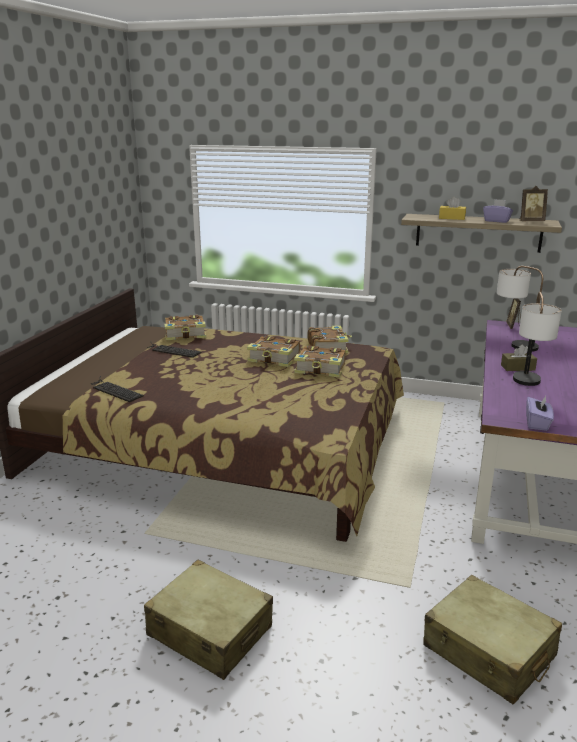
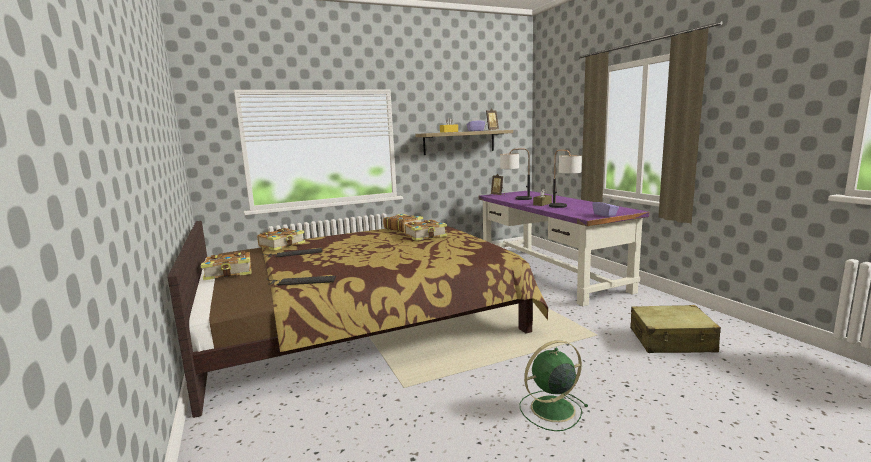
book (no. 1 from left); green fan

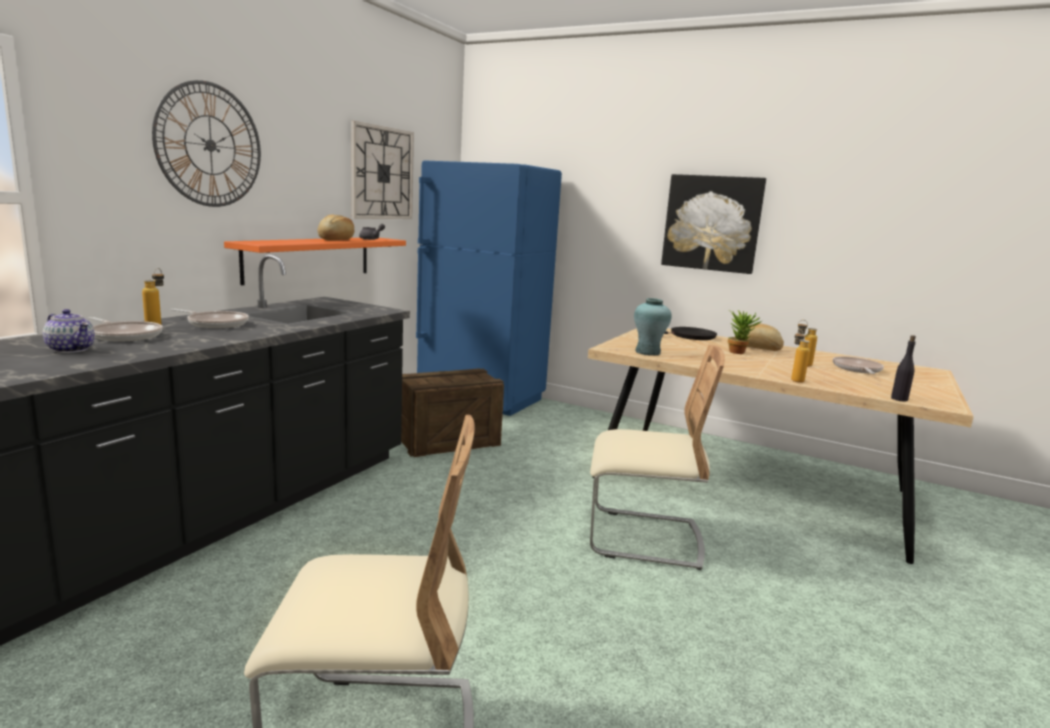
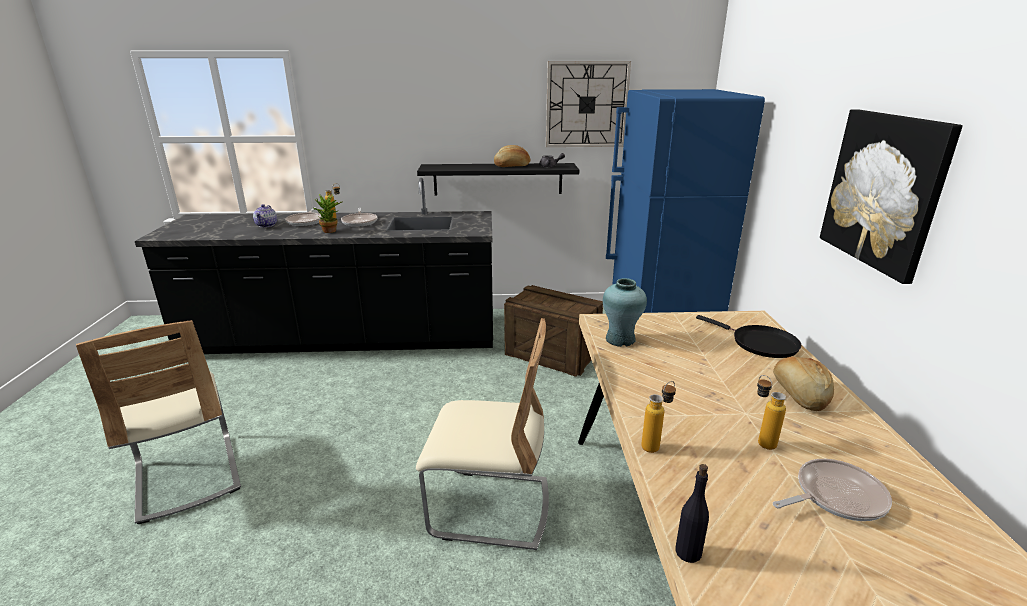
potted plant; beige chair (no. 2 from left); black shelf; wall clock (no. 1 from left in the first image)

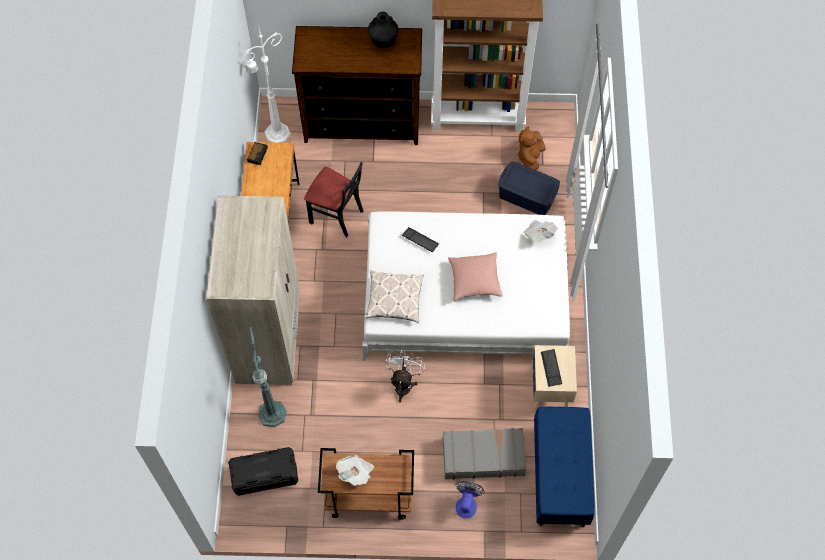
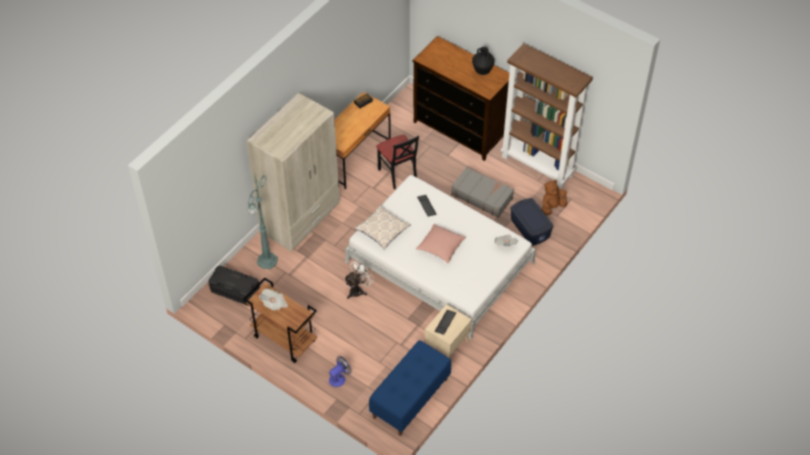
grey suitcase; white floor lamp

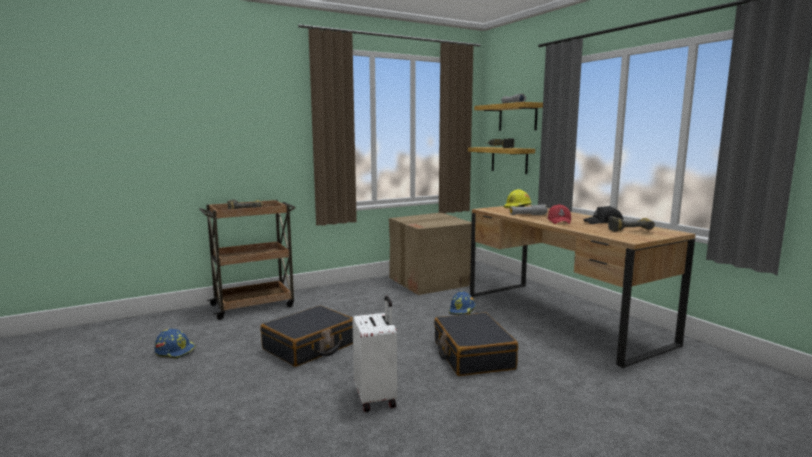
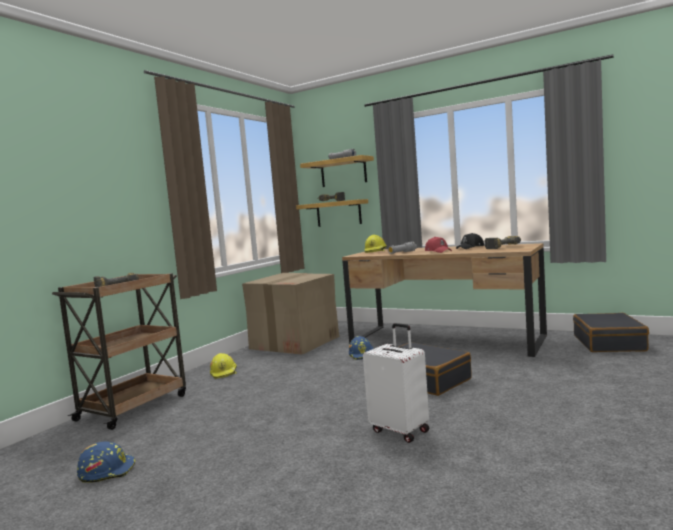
yellow hard hat (no. 1 from left); black suitcase (no. 2 from left)

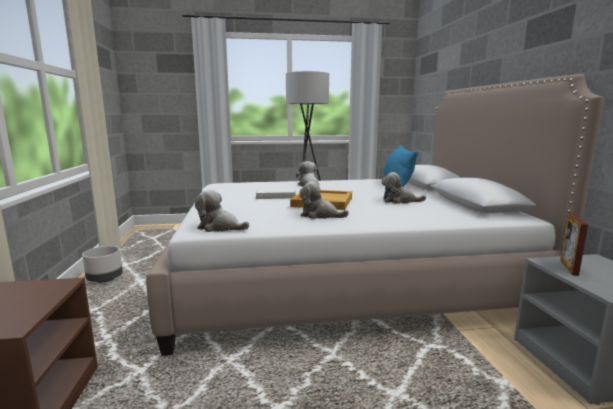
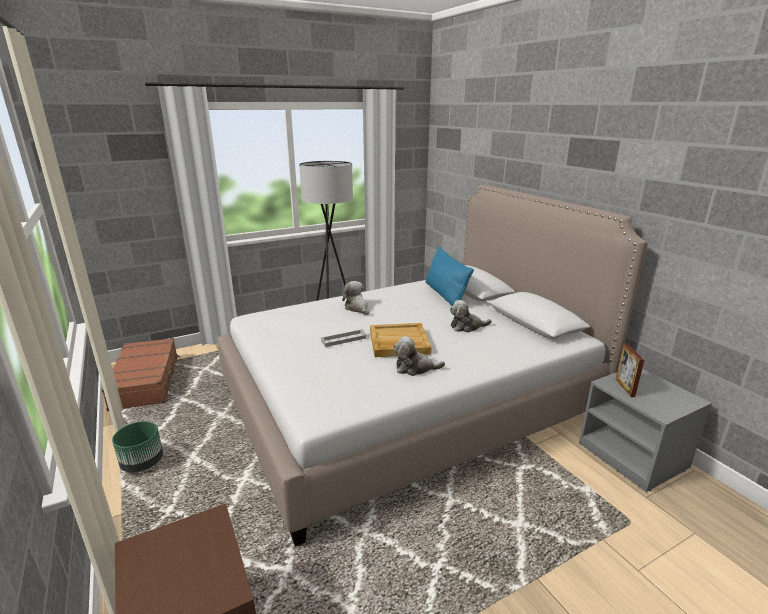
brown suitcase; green planter; plush toy (no. 1 from left in the first image)

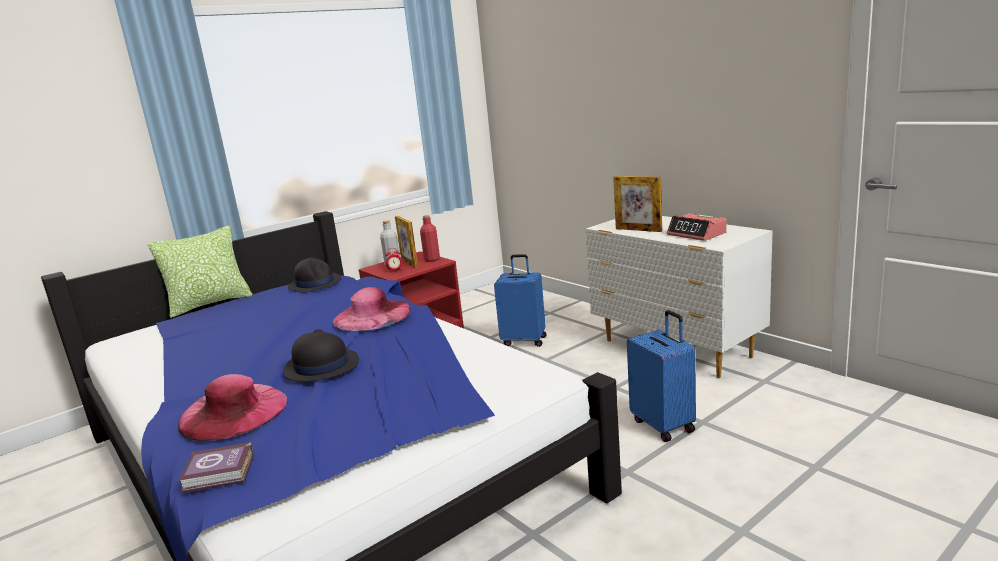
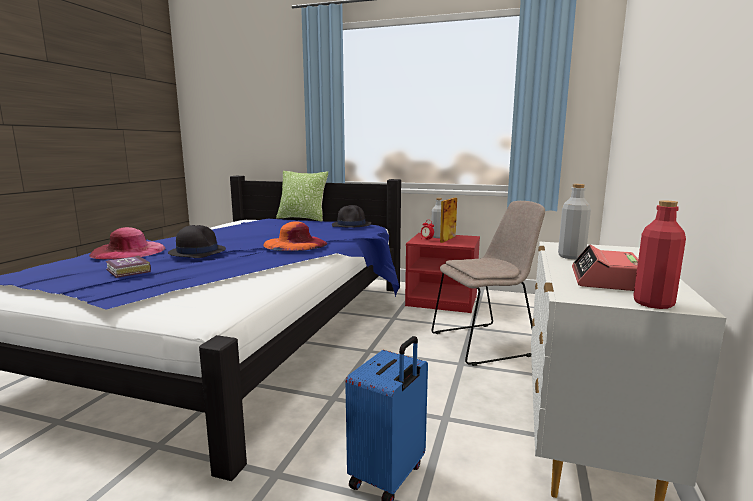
book; orange hat; beige chair; grey bottle (no. 2 from left); red bottle

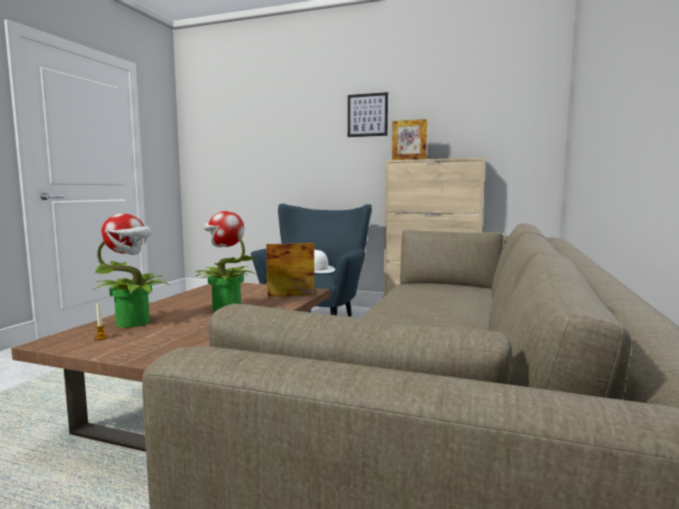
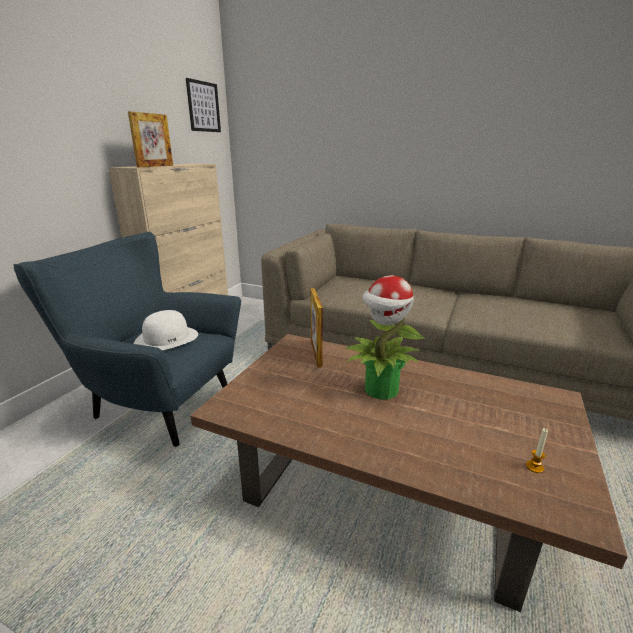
picture; potted plant (no. 1 from left in the first image)

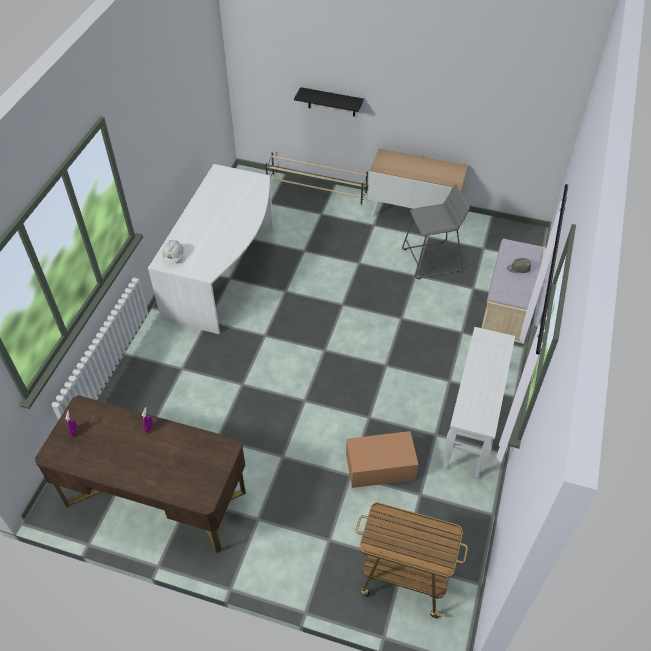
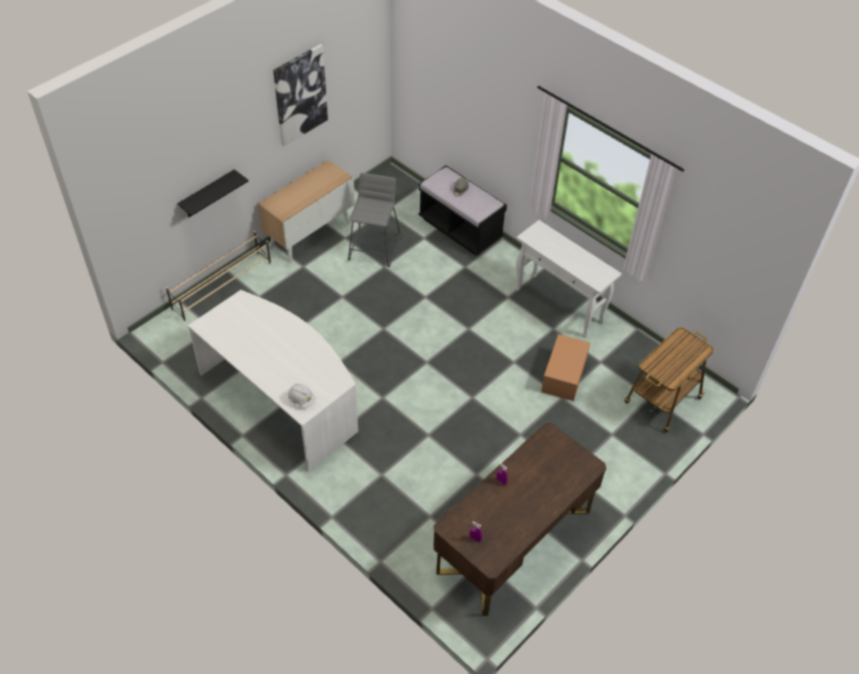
picture; black bench

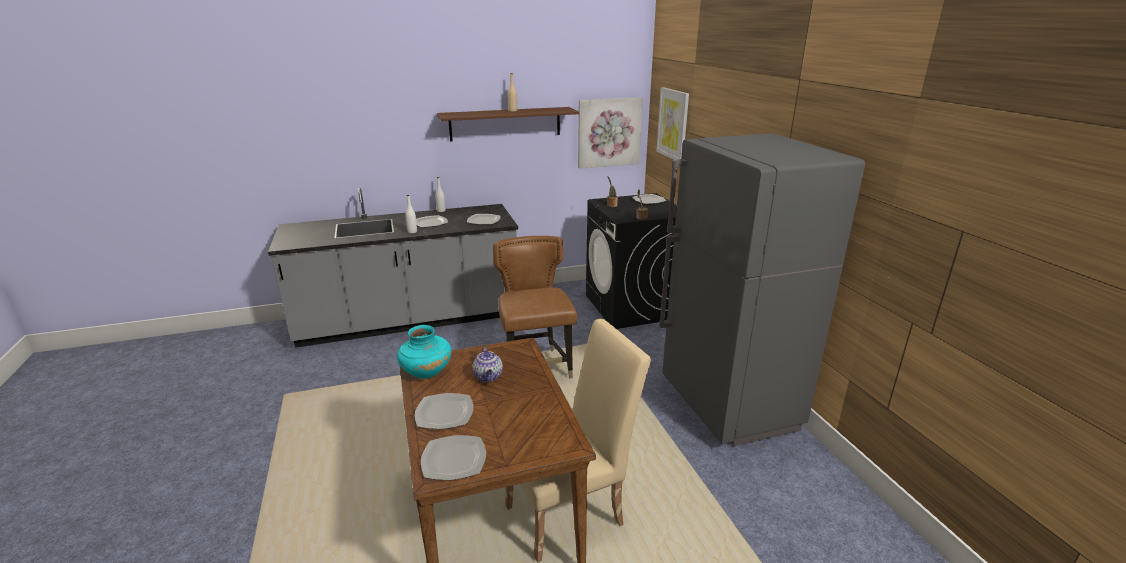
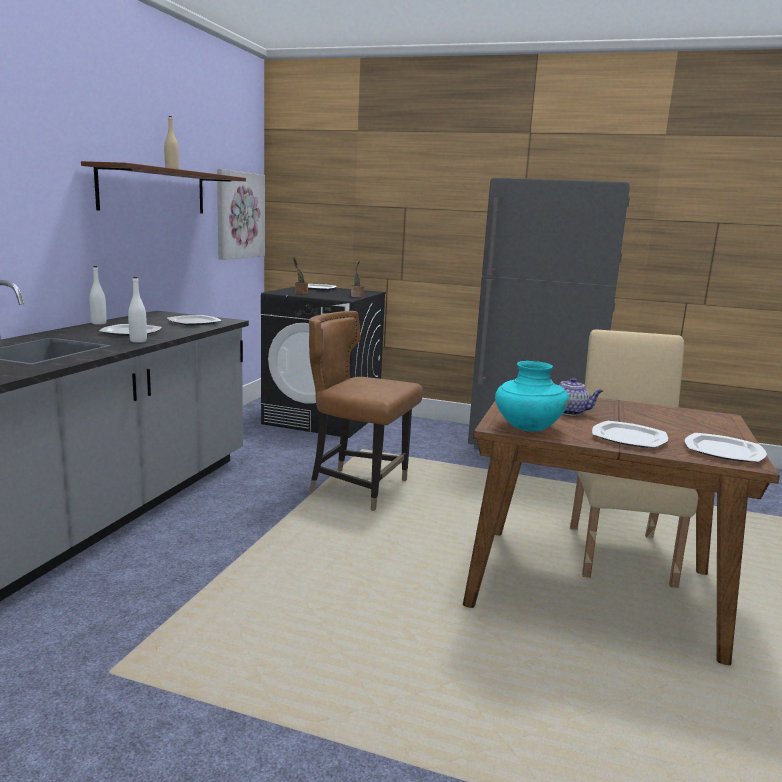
picture (no. 2 from left in the first image)

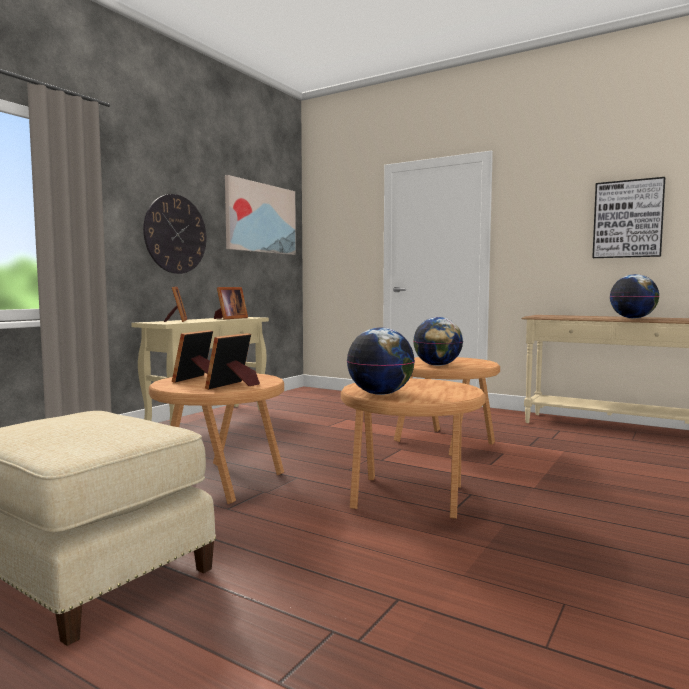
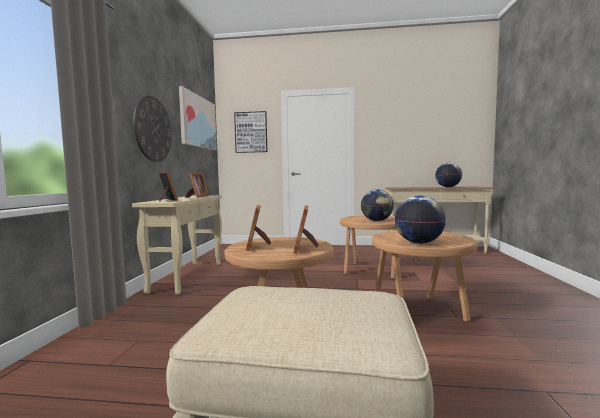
picture (no. 2 from left)

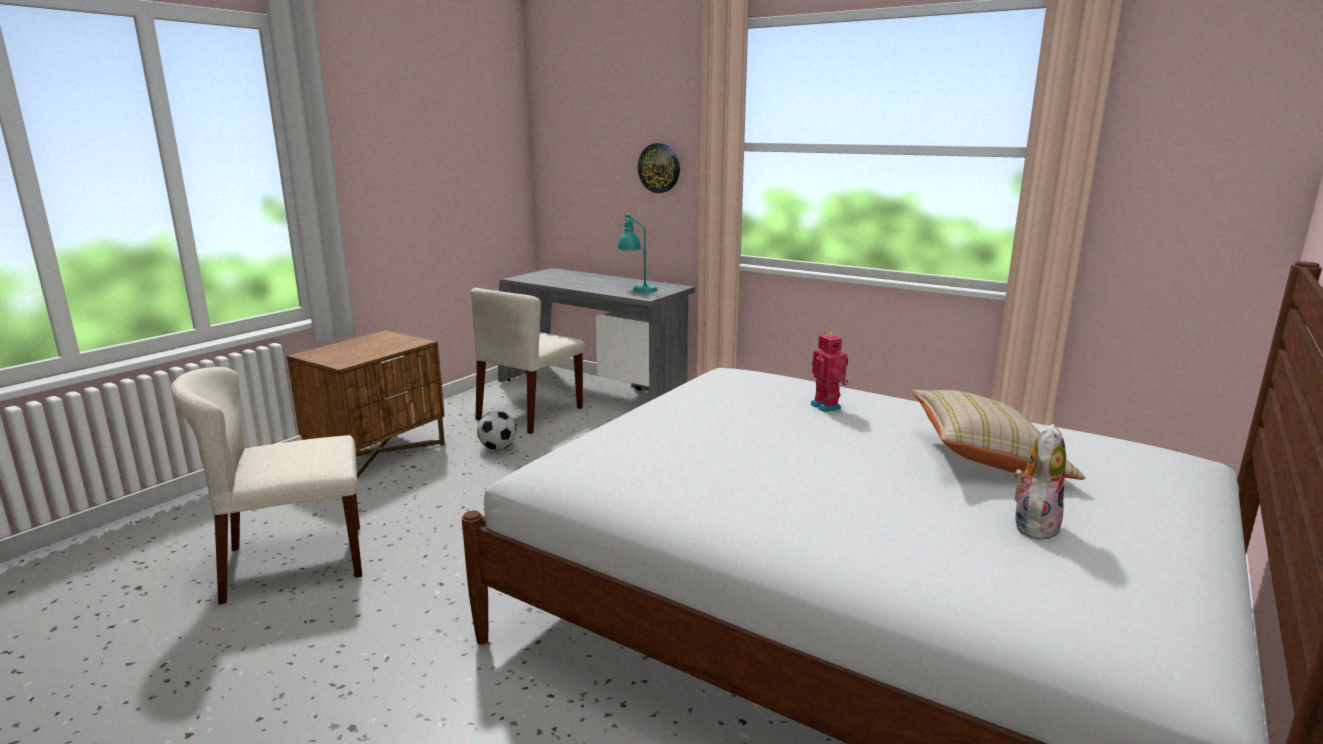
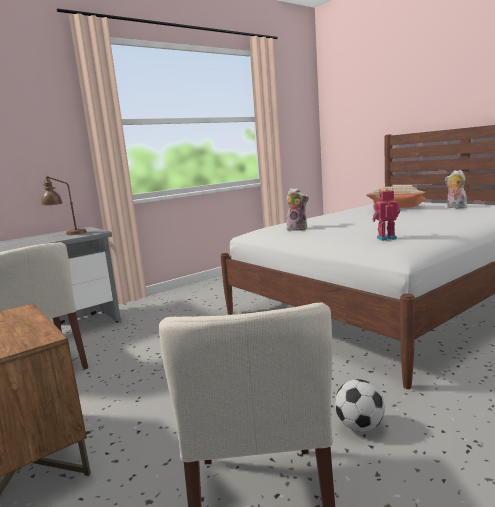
brown table lamp; plush toy (no. 1 from left); football; toy robot; wall clock

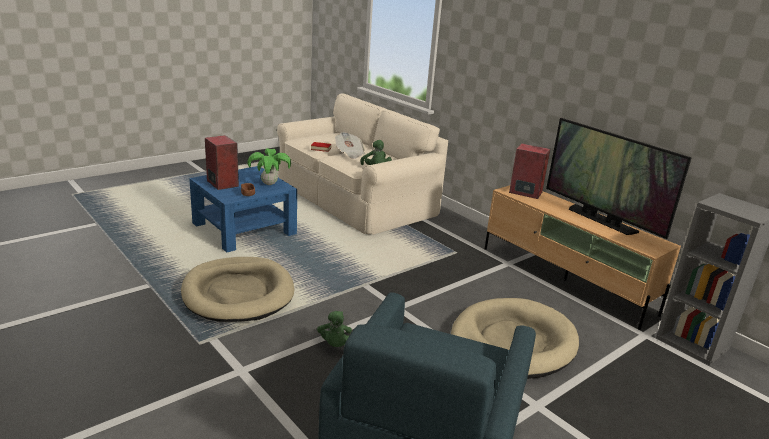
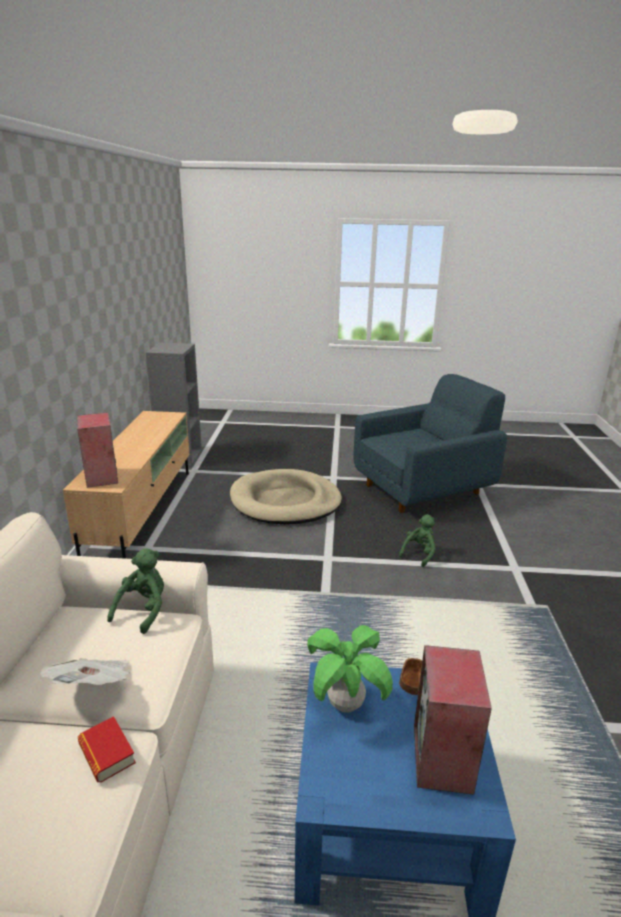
beige dog bed (no. 1 from left in the first image); television

